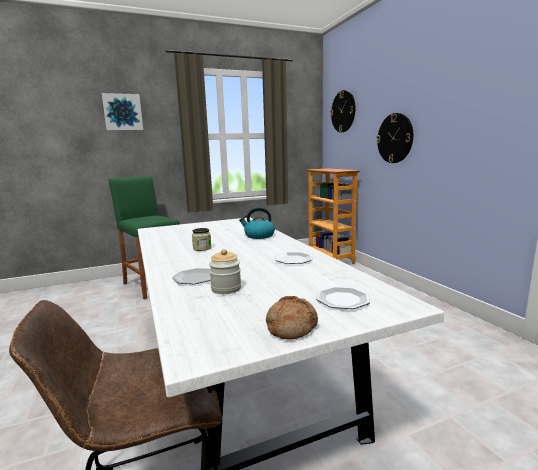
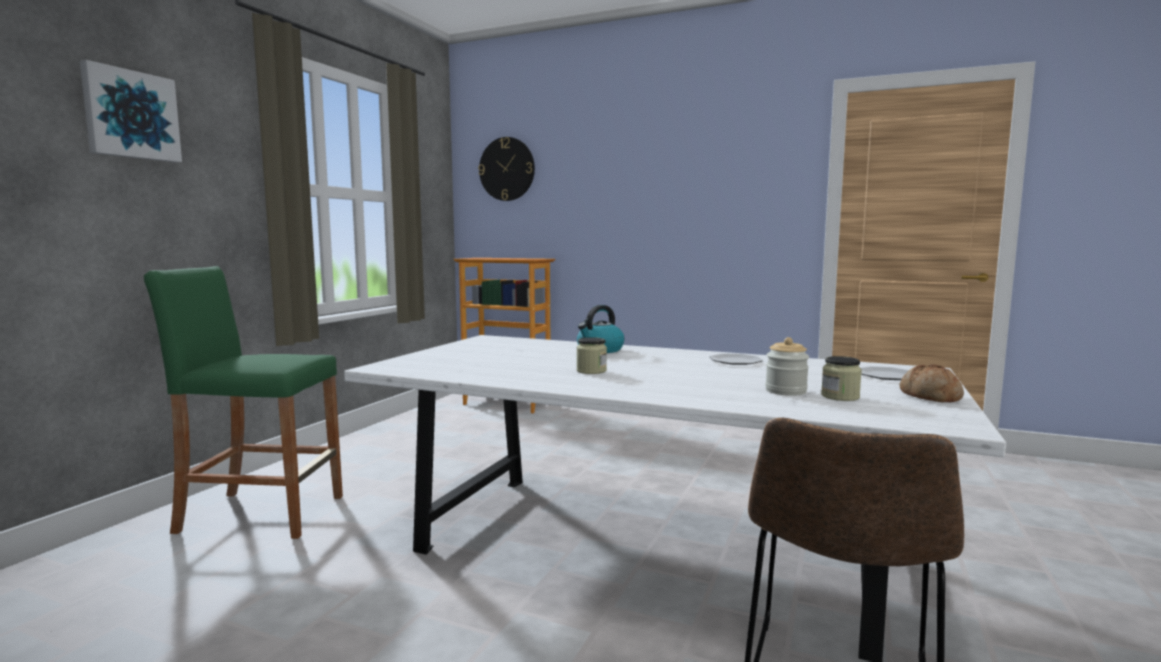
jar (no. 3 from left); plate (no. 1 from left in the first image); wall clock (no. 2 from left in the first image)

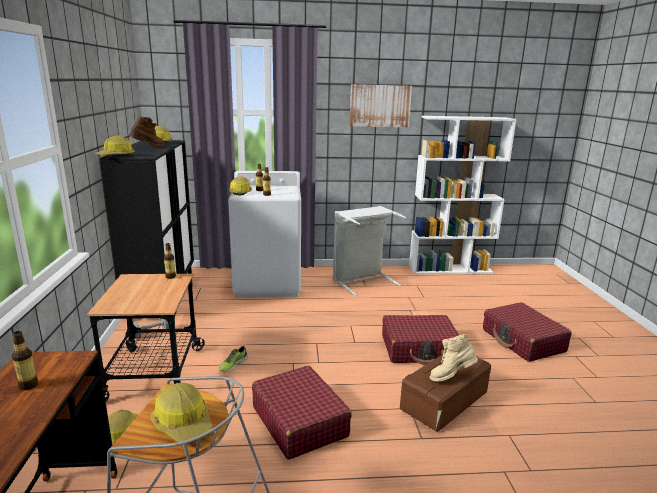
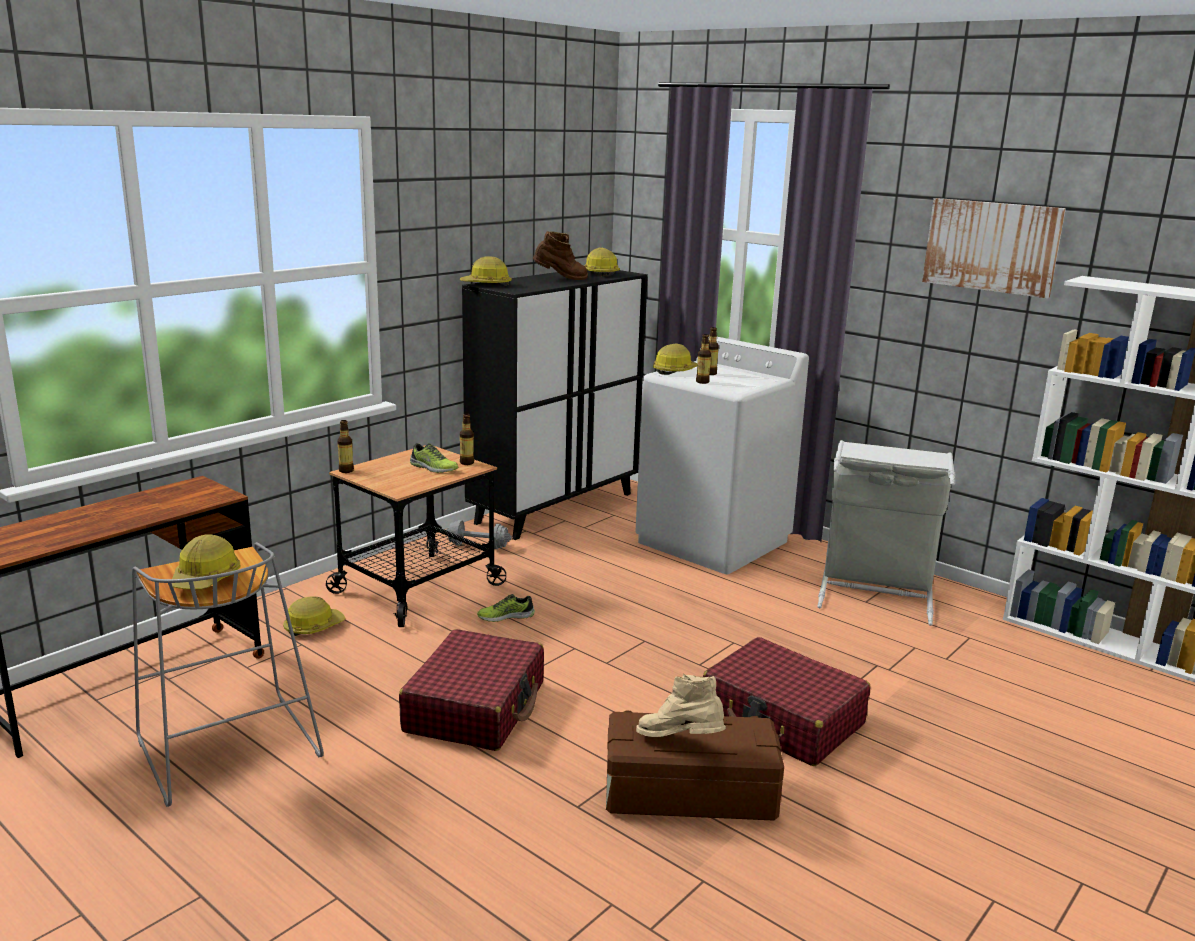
bottle (no. 1 from left); shoe (no. 1 from left); red suitcase (no. 3 from left in the first image)

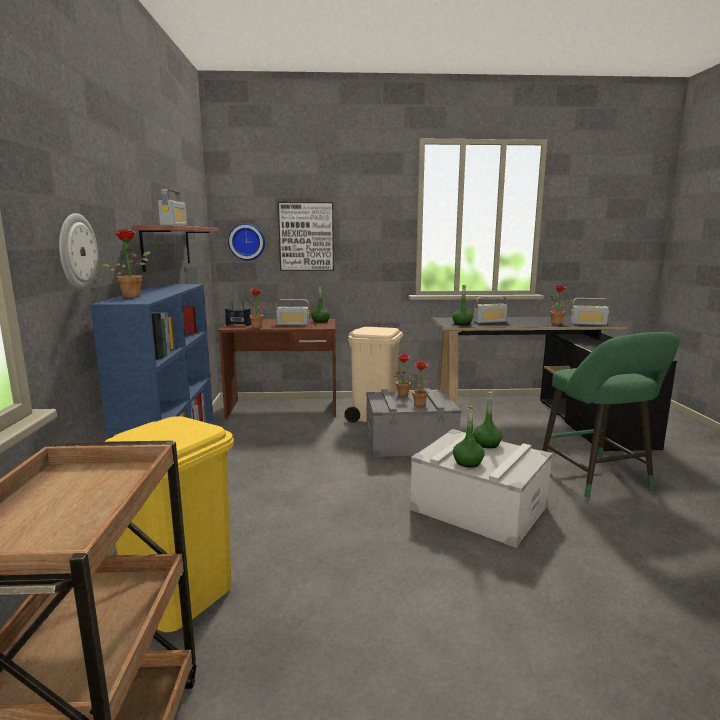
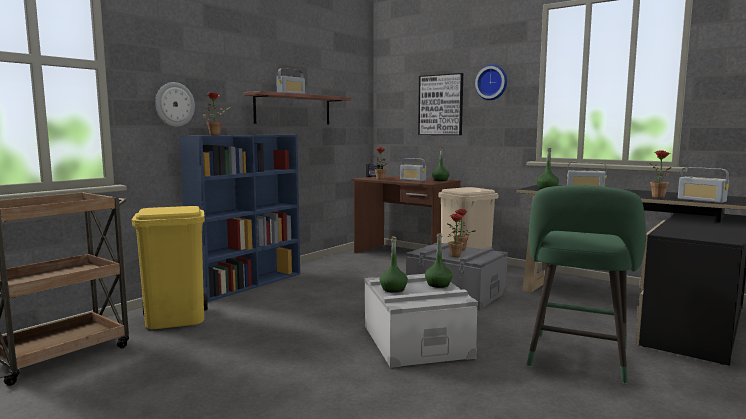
wall clock (no. 2 from left)

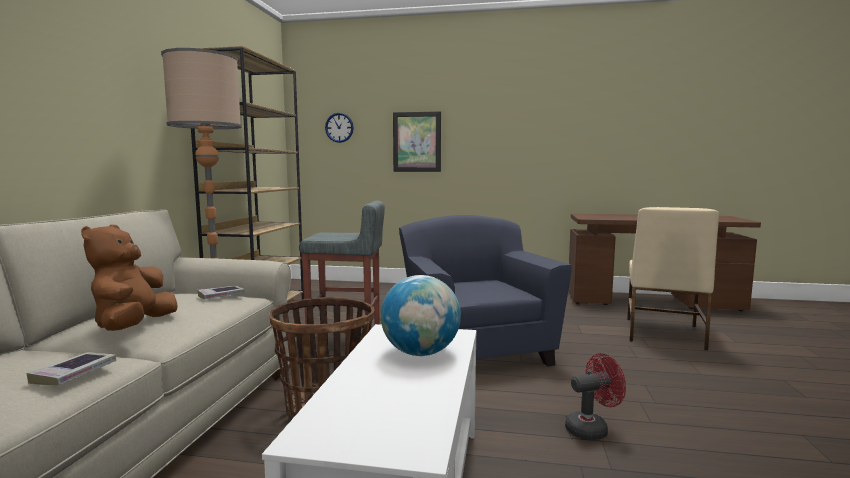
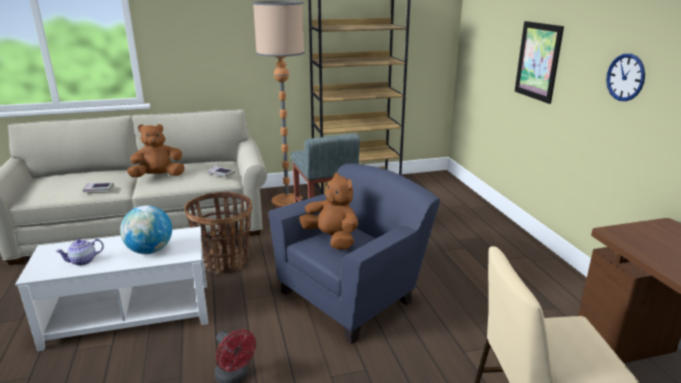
teapot; brown plush toy (no. 2 from left); wall clock

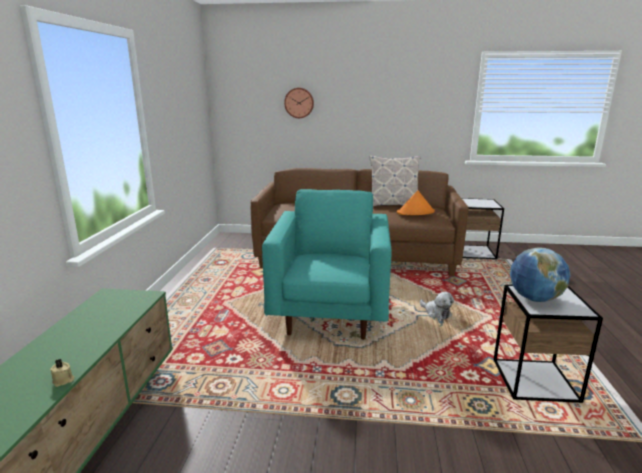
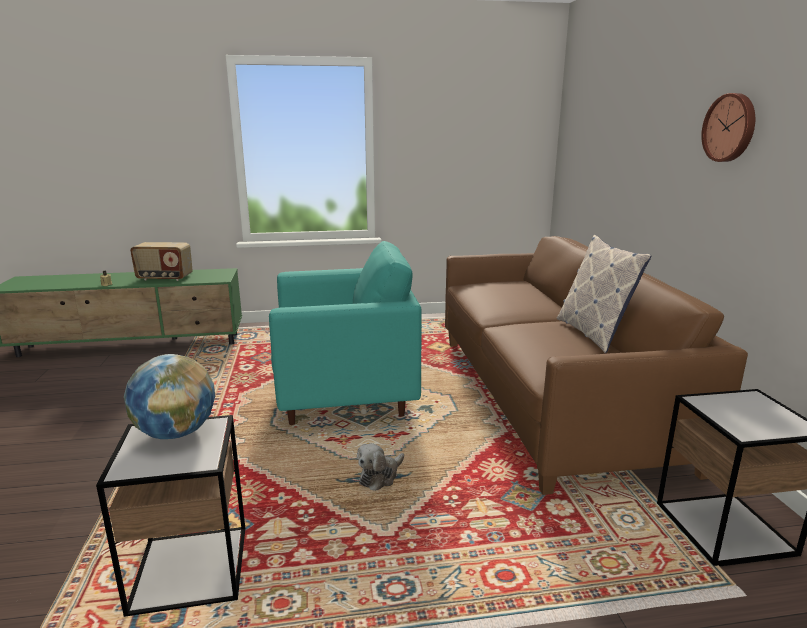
radio; wall clock; orange hat

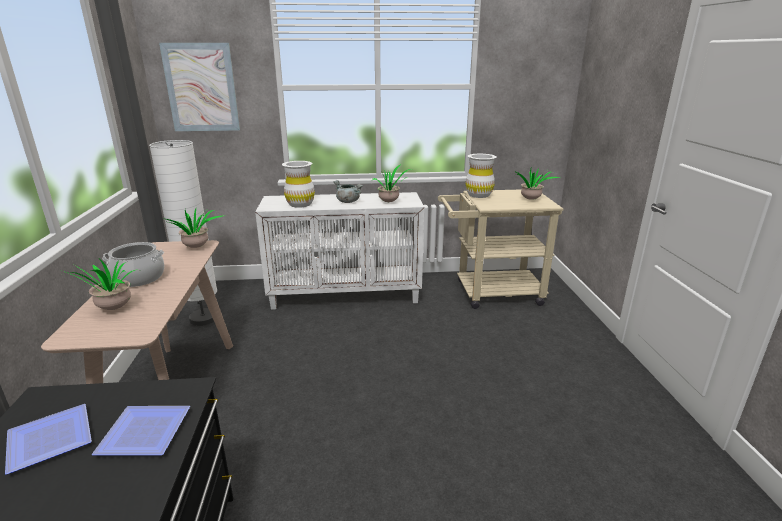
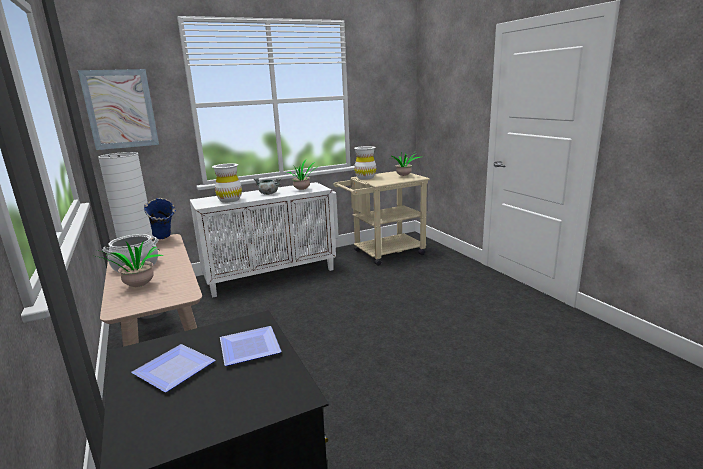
blue vase

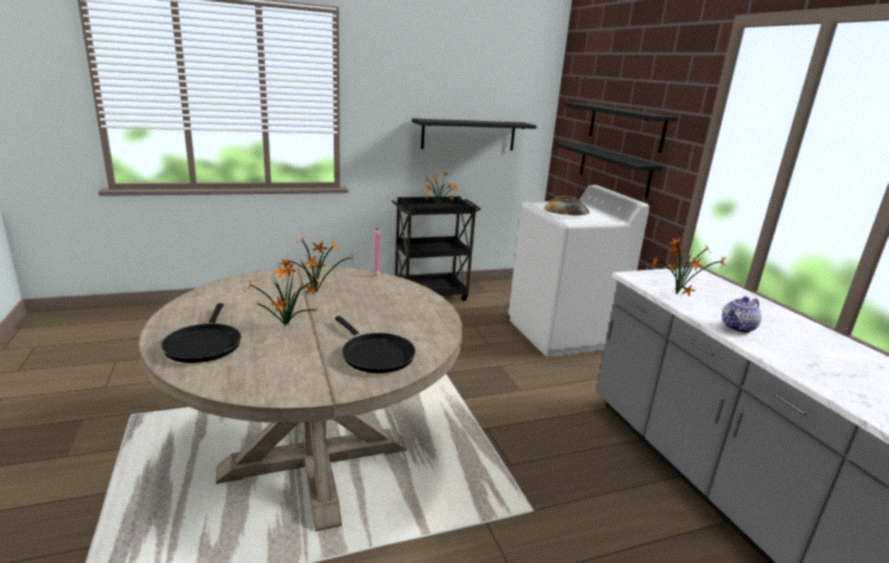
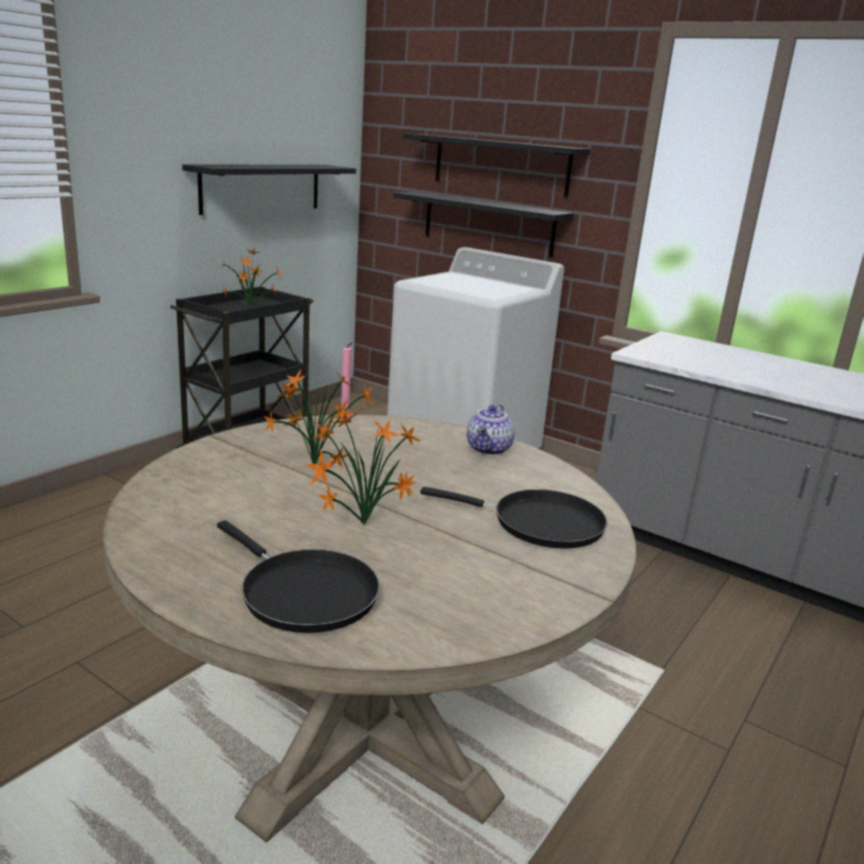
teapot; bread; potted plant (no. 4 from left in the first image)

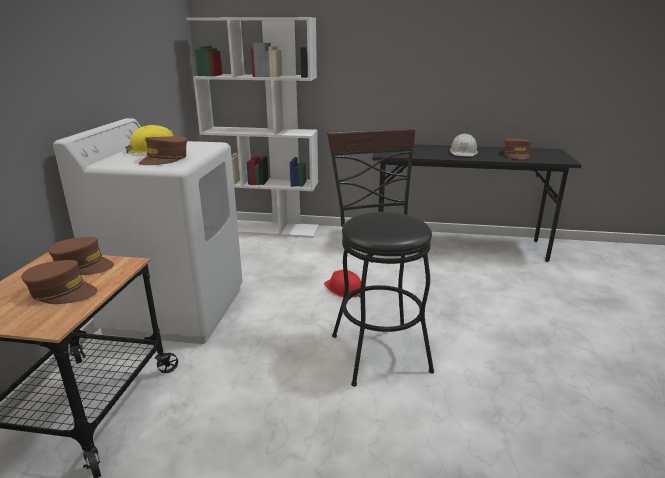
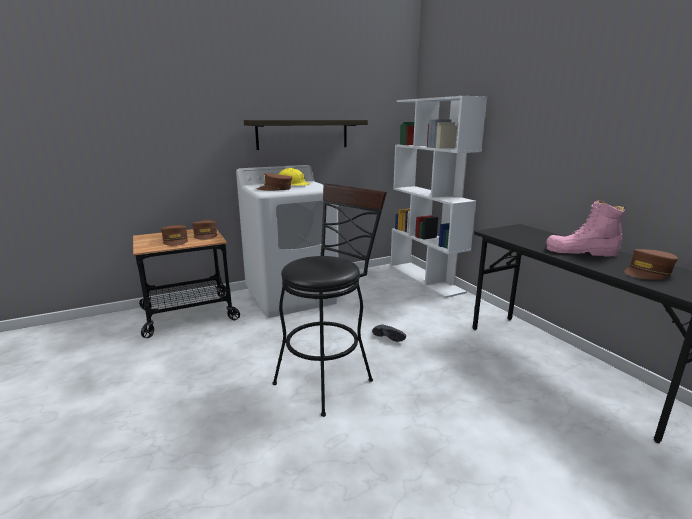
shelf; black shoe; pink boot

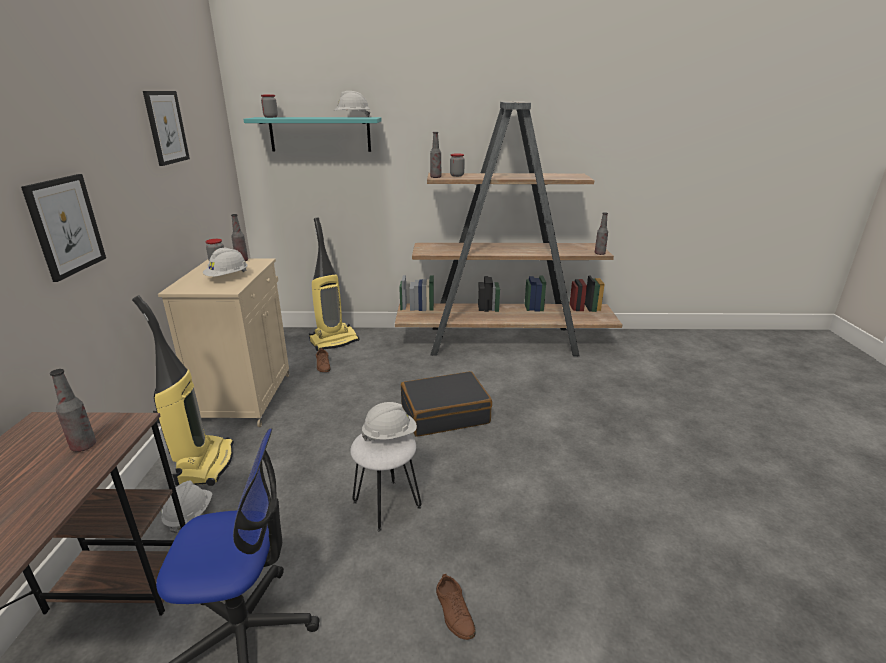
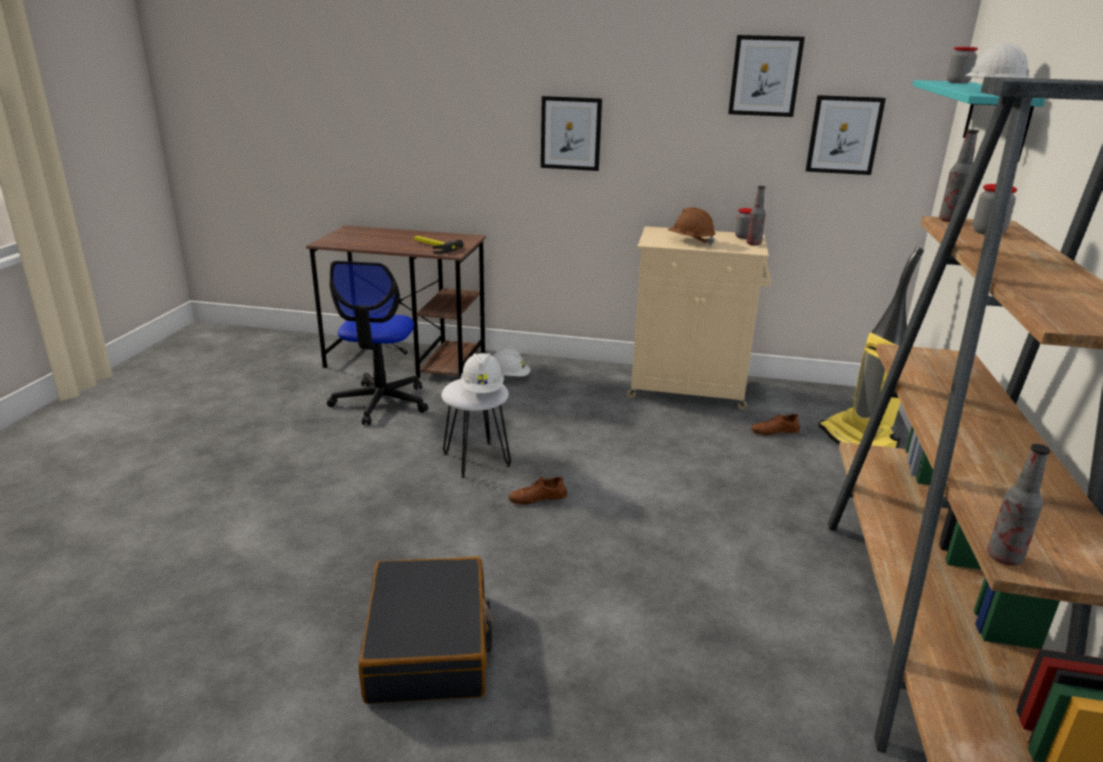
black suitcase; hammer; brown shoe (no. 1 from left); brown hard hat; picture (no. 3 from left); vacuum cleaner (no. 1 from left in the first image)

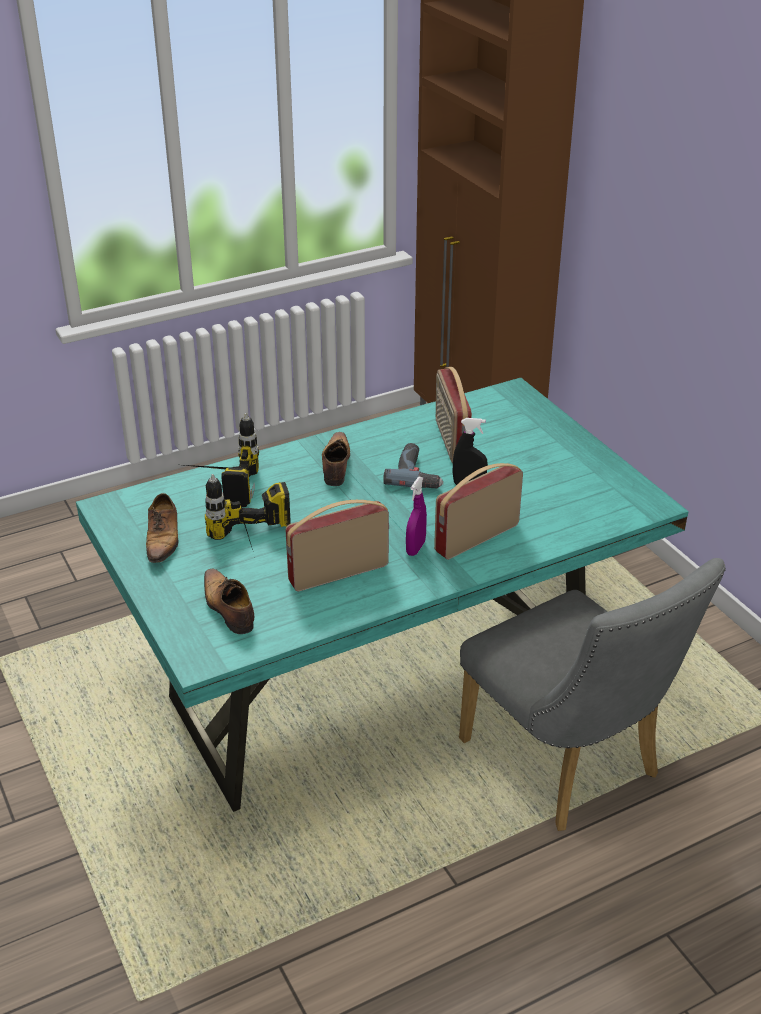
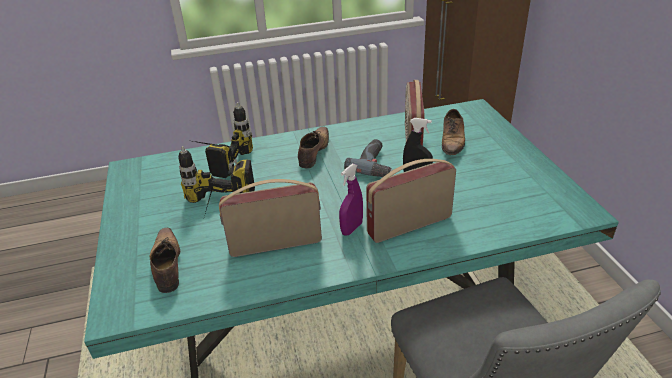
shoe (no. 3 from left)

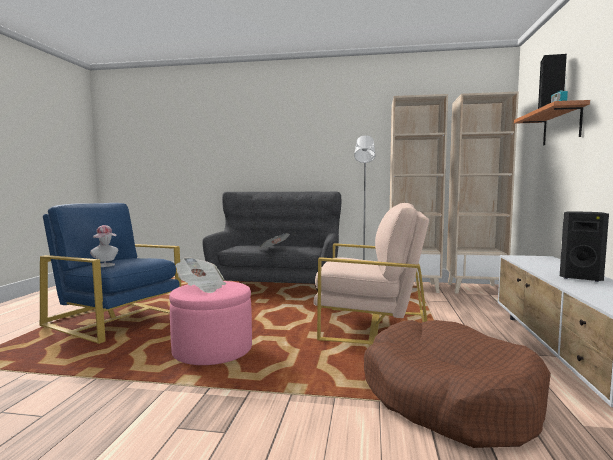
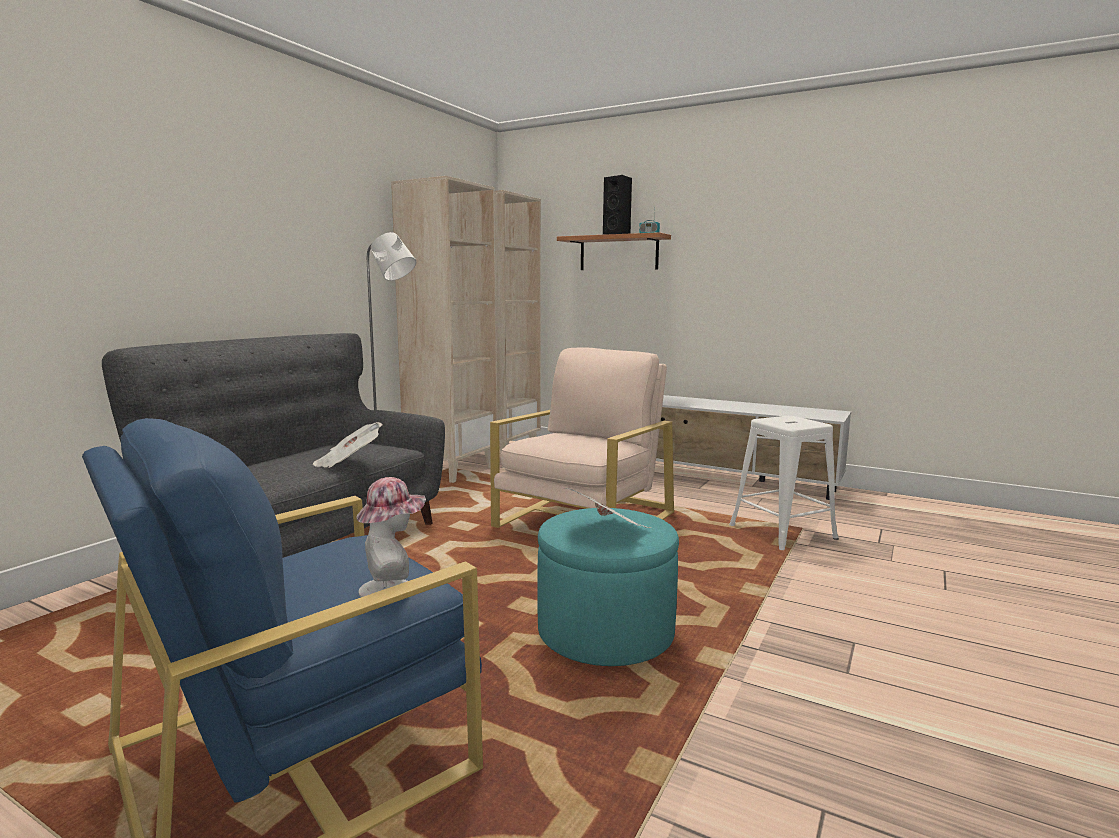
turquoise ottoman; white stool; black speaker (no. 2 from left in the first image)

